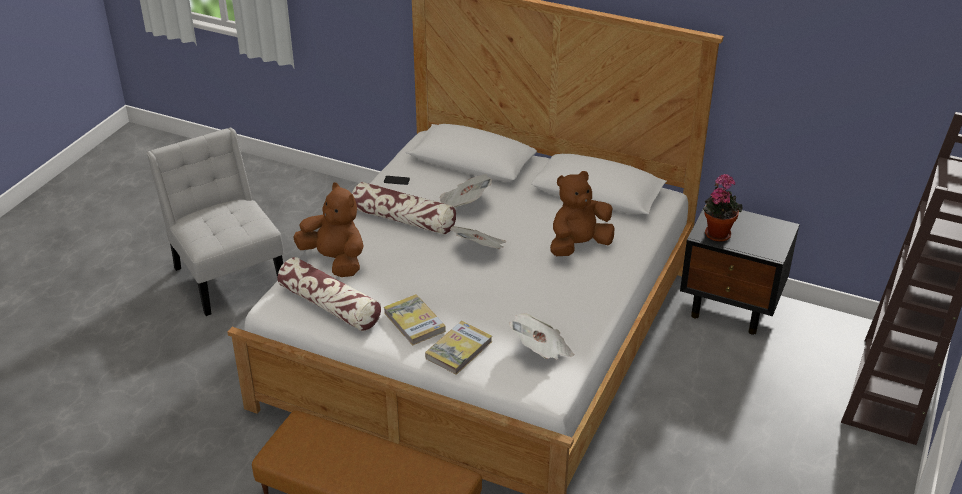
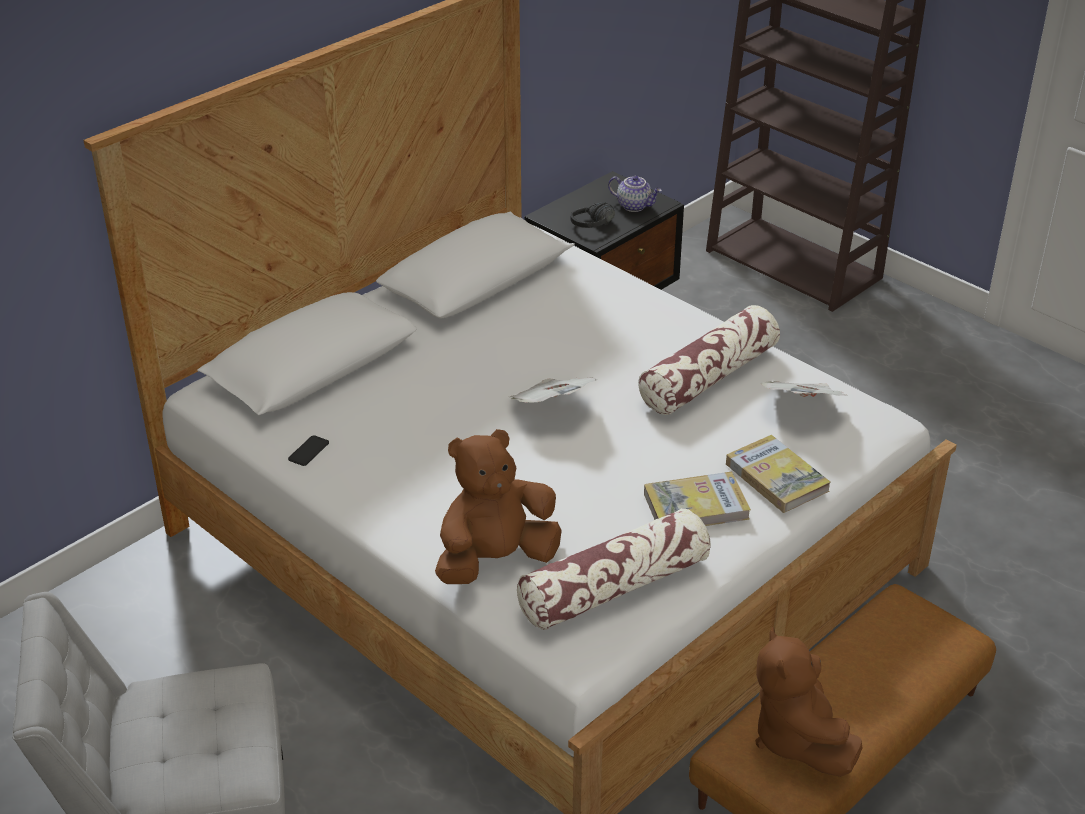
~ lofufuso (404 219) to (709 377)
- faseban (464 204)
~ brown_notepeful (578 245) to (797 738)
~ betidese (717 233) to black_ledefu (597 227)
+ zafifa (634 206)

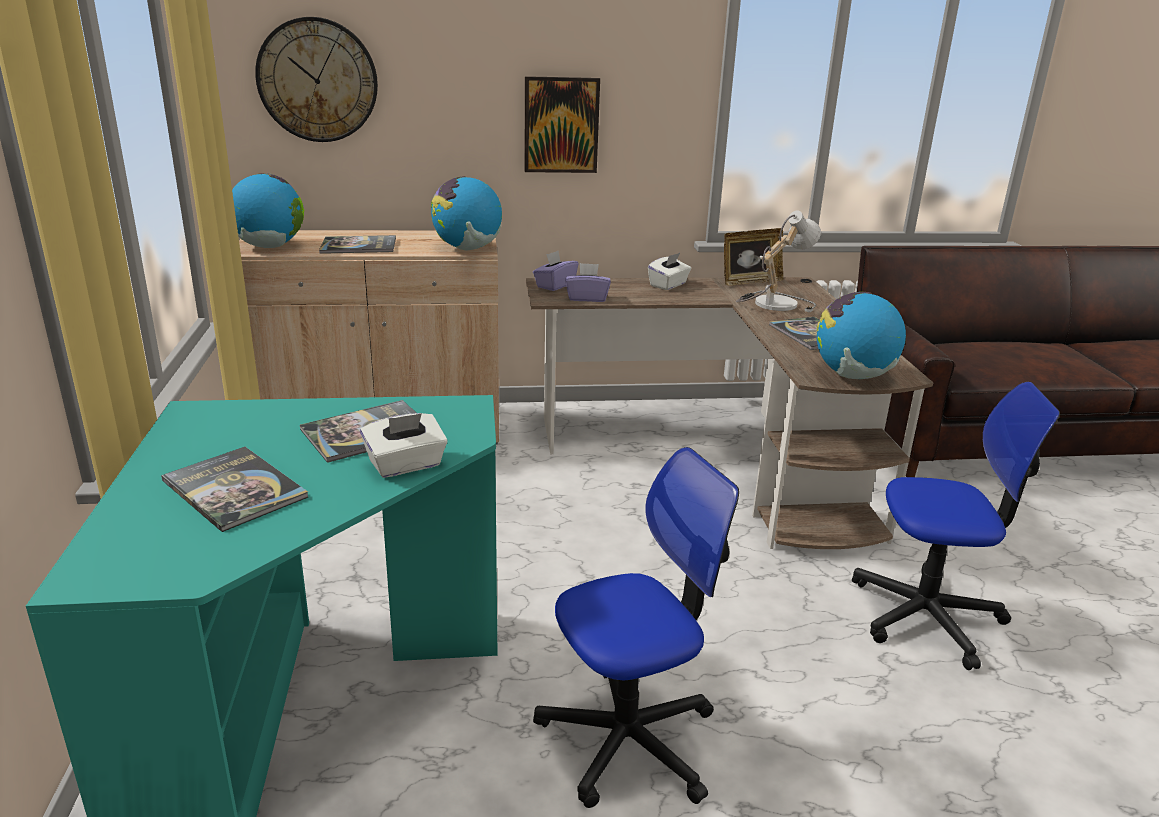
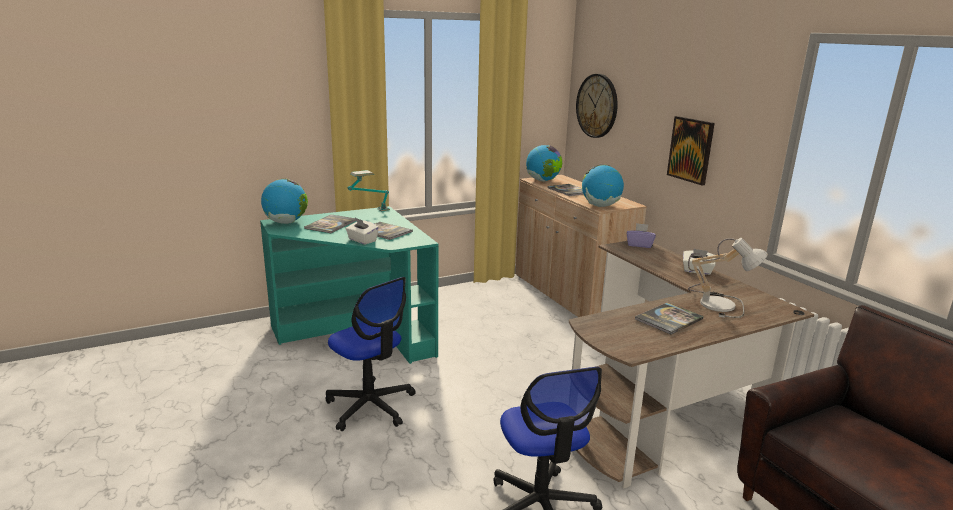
- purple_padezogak (587 298)
- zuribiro (750 281)
~ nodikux (853 376) to (286 222)
+ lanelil (369 211)

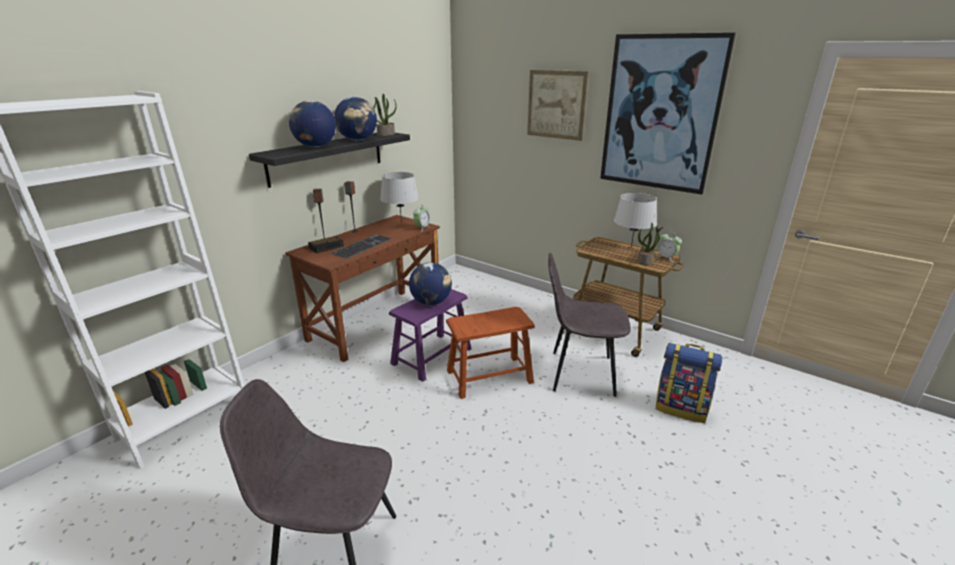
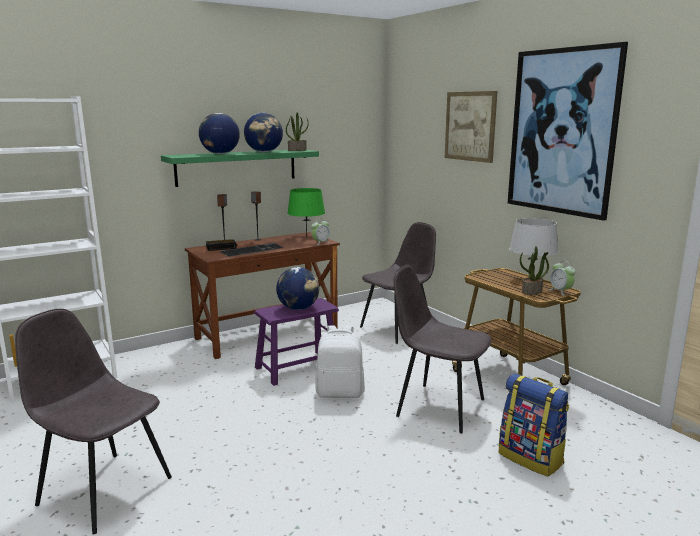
~ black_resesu (327 157) to green_resesu (237 167)
~ grey_lanelil (401 222) to green_lanelil (306 237)
~ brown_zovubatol (489 376) to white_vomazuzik (340 393)
+ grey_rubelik (398 329)

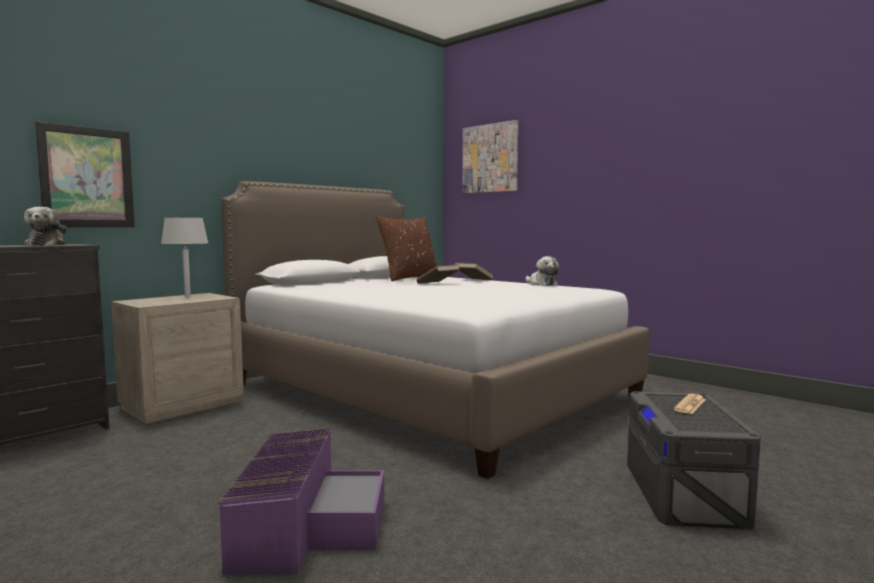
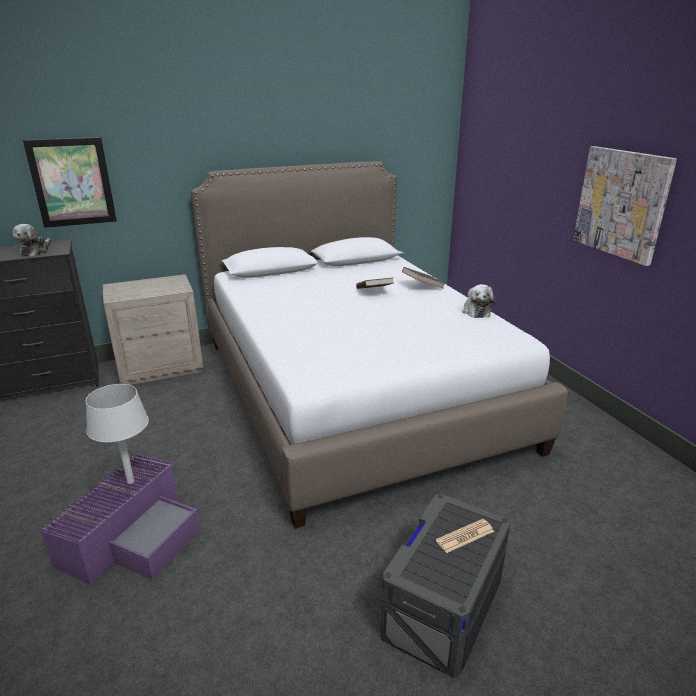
~ grey_lanelil (187 296) to (130 481)
- brown_lofufuso (409 278)
~ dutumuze (490 158) to (621 203)

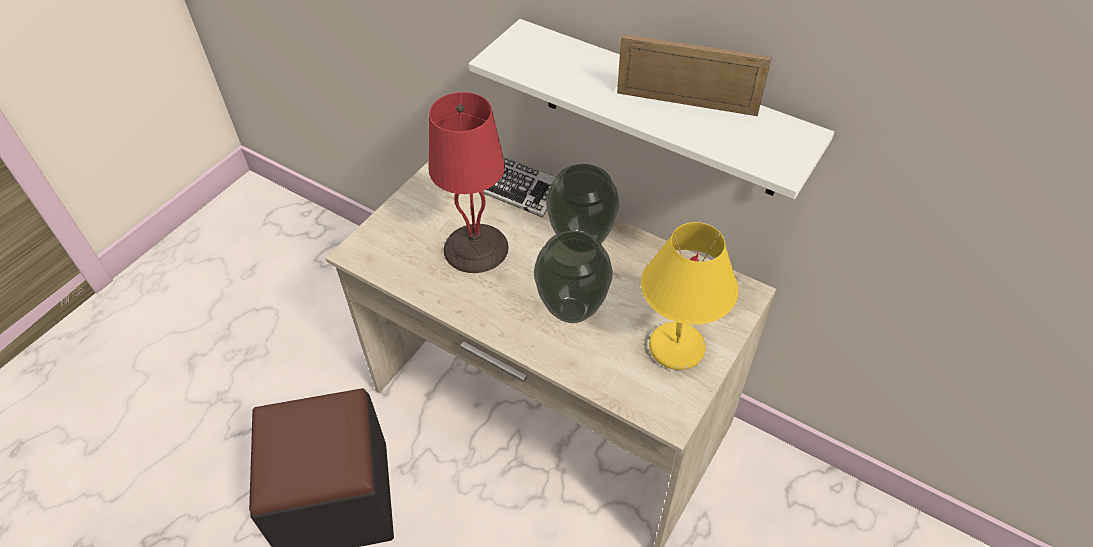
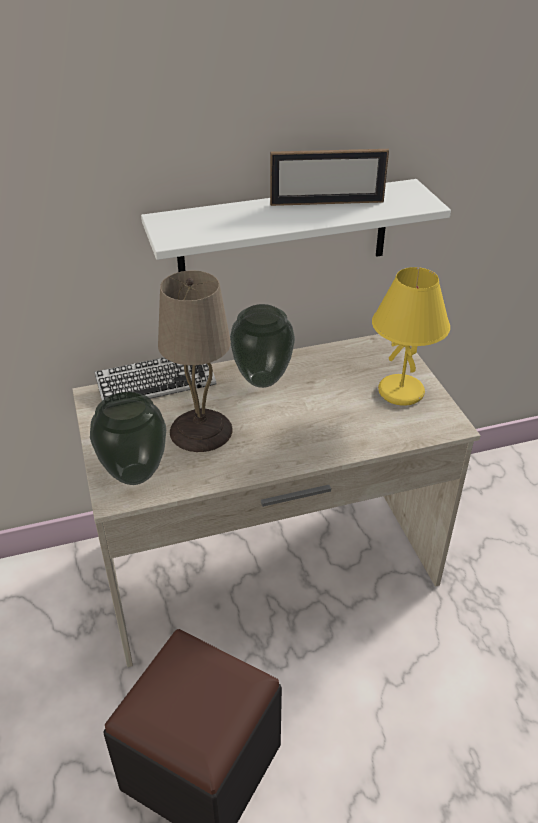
~ red_lanelil (475 249) to beige_lanelil (201 431)
~ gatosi (571 309) to (134 474)
~ zuribiro (686 103) = (327 203) 150 degrees counterclockwise

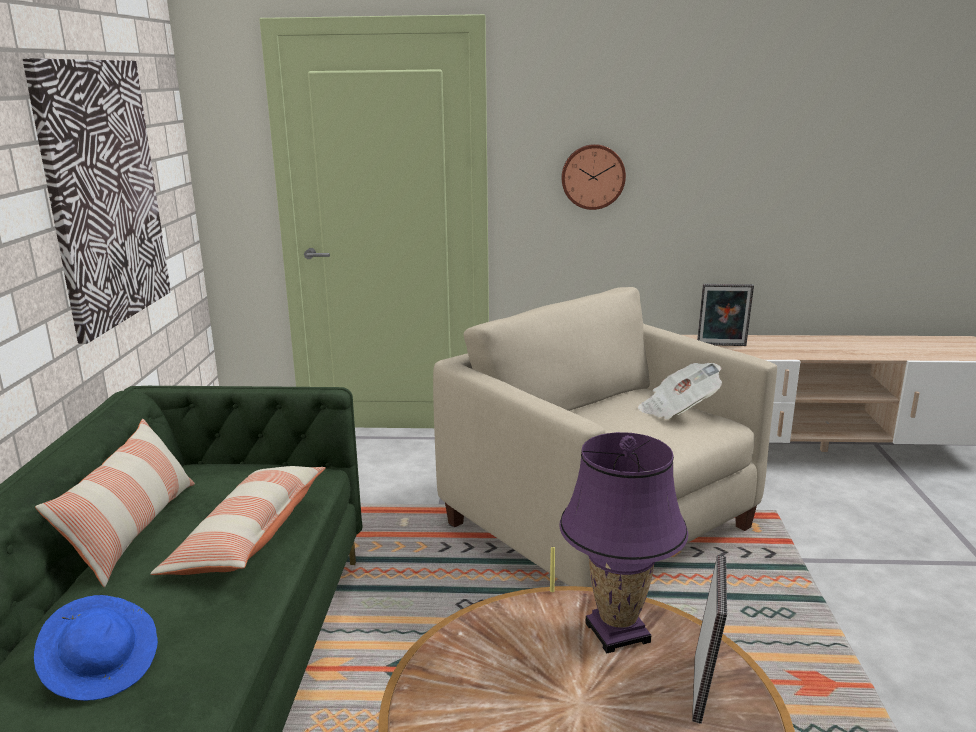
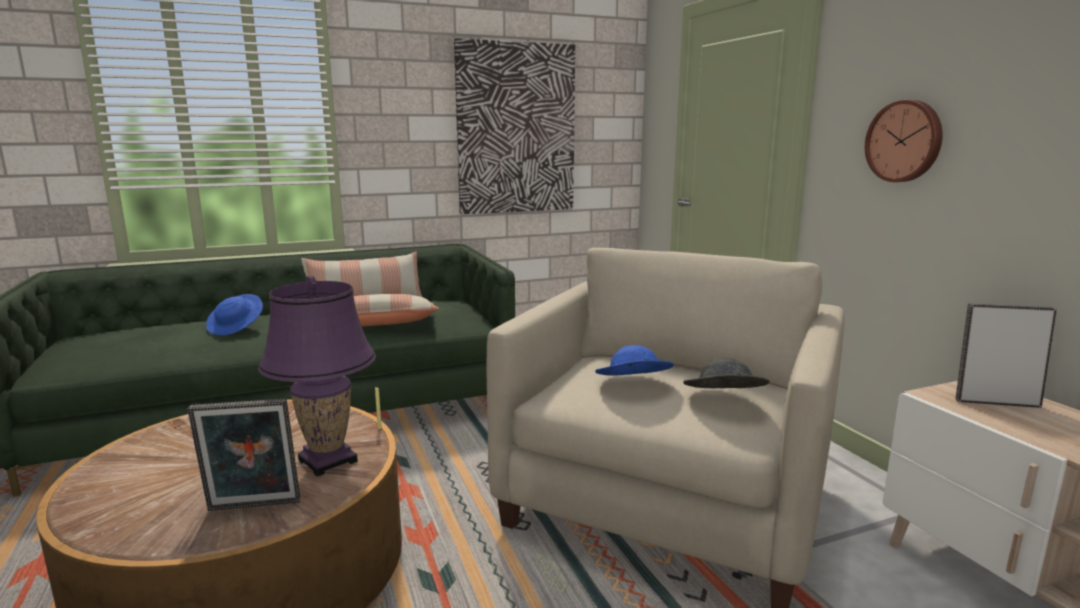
~ faseban (678 410) to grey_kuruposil (723 401)
~ zuribiro (722 346) = (995 402) 120 degrees clockwise
+ blue_kuruposil (633 386)

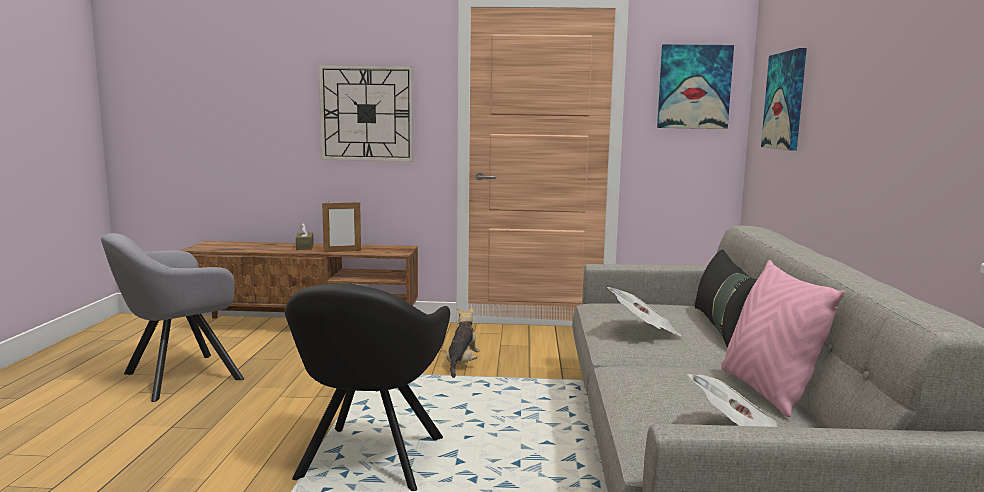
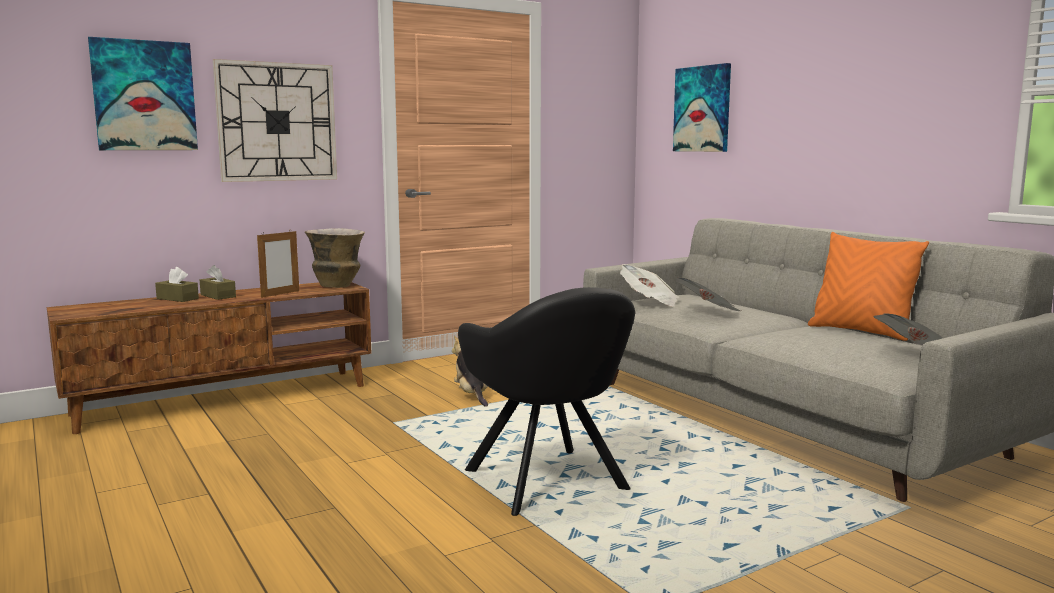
- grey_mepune (175 378)
~ dutumuze (694 87) to (144 96)
- black_lofufuso (724 329)
~ pink_lofufuso (767 391) to orange_lofufuso (860 332)
+ brown_padezogak (177 298)
+ gatosi (337 286)
+ faseban (649 302)

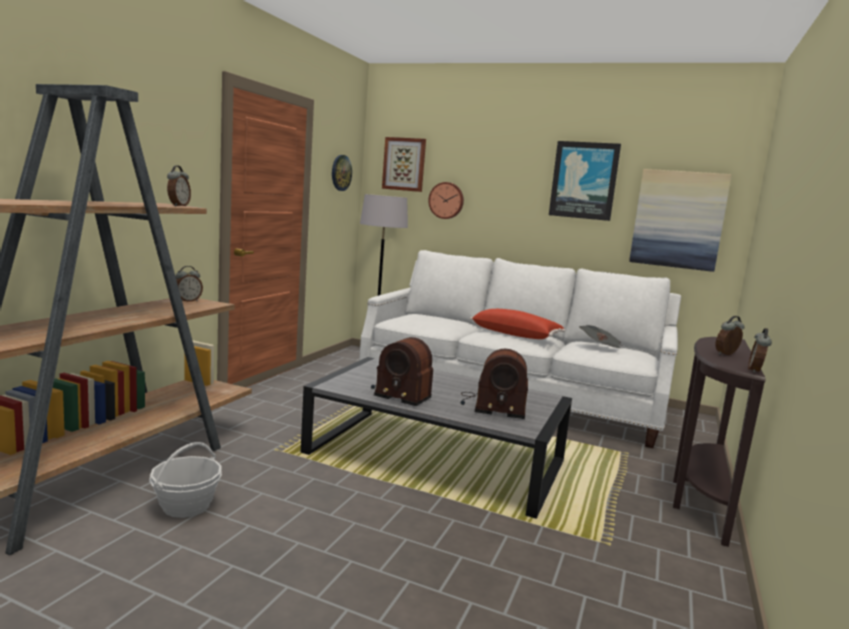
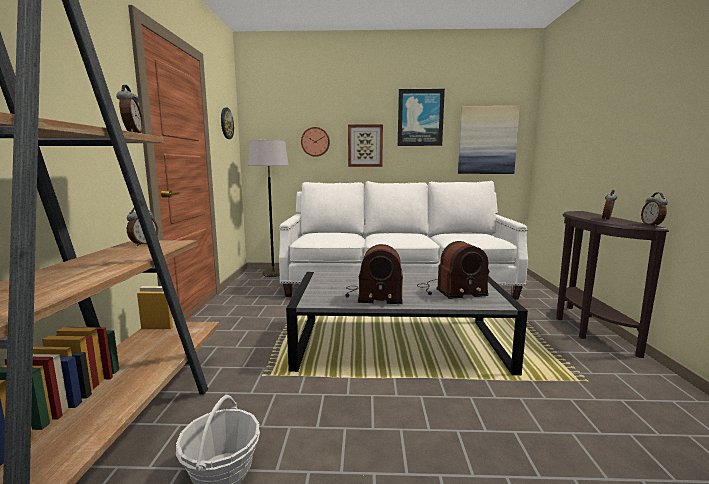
~ dutumuze (404 164) to (365 146)
- red_lofufuso (516 335)
- faseban (600 349)

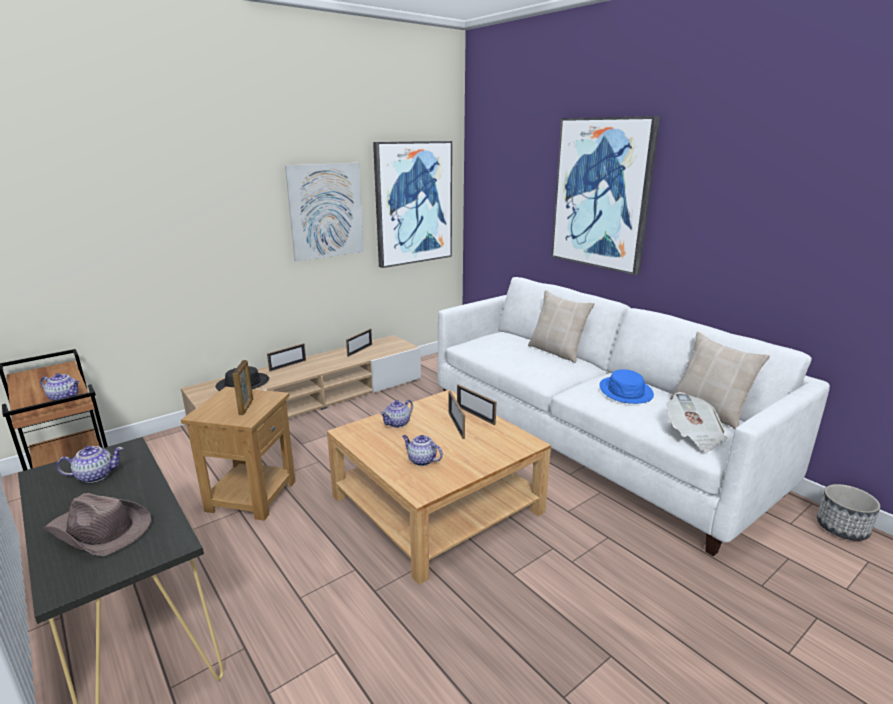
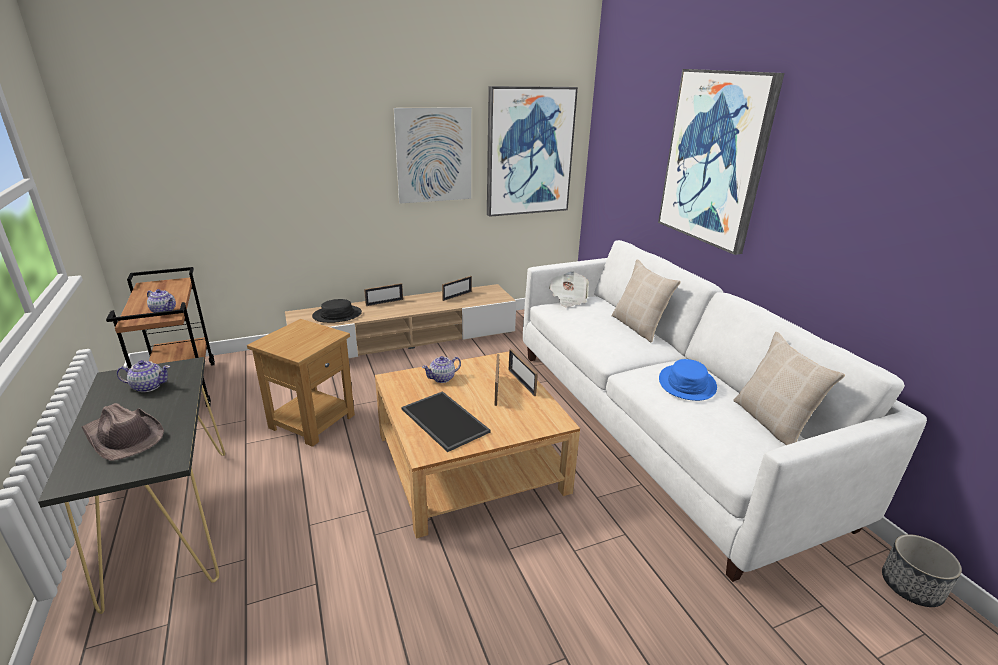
- zuribiro (246 407)
~ zafifa (421 460) to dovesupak (443 420)
~ faseban (693 435) to (568 299)

